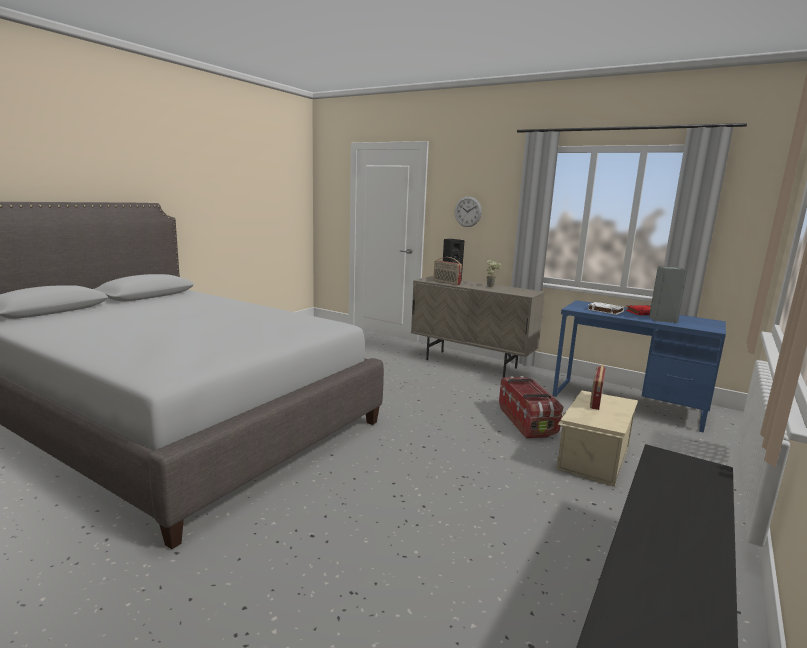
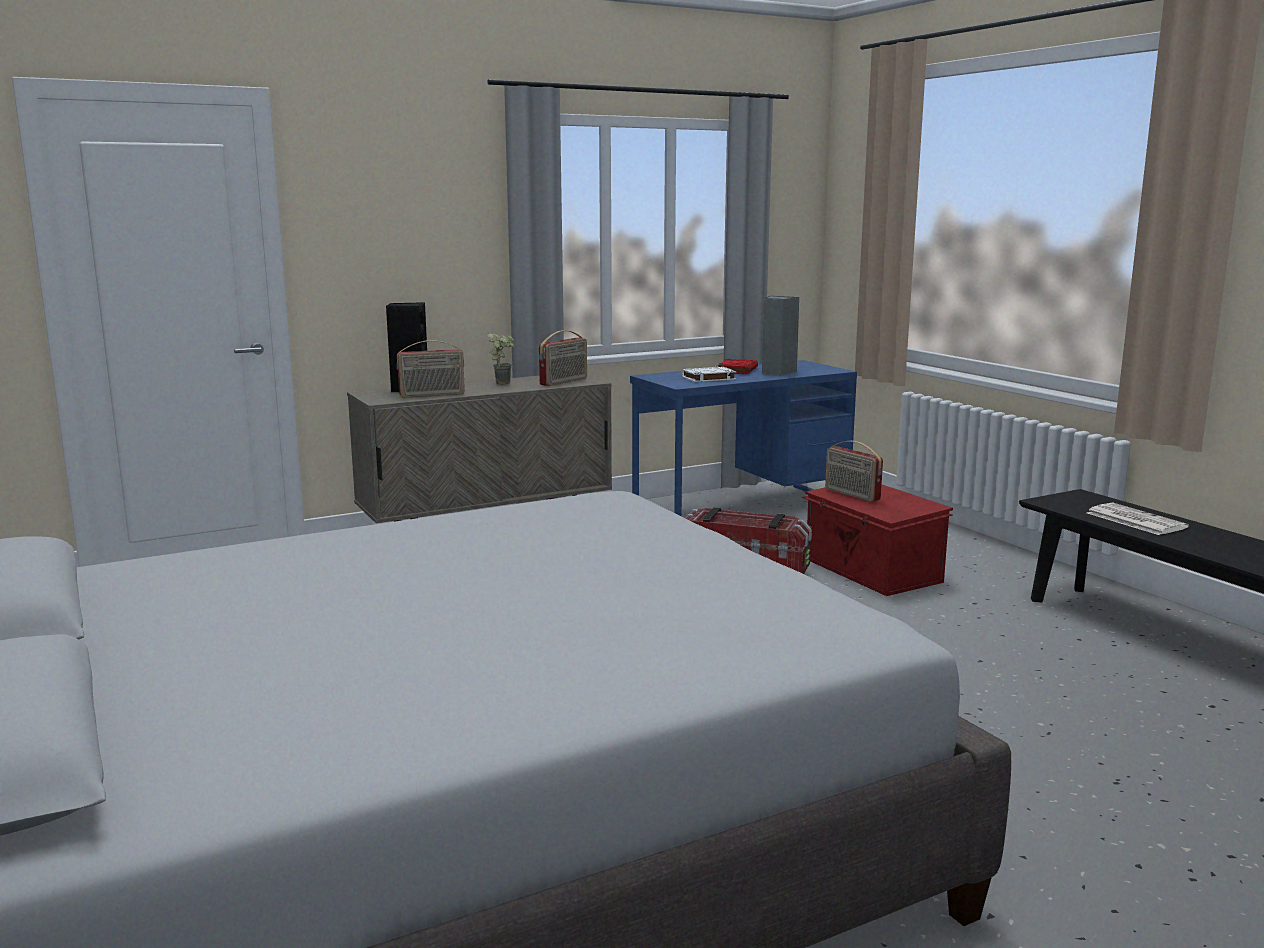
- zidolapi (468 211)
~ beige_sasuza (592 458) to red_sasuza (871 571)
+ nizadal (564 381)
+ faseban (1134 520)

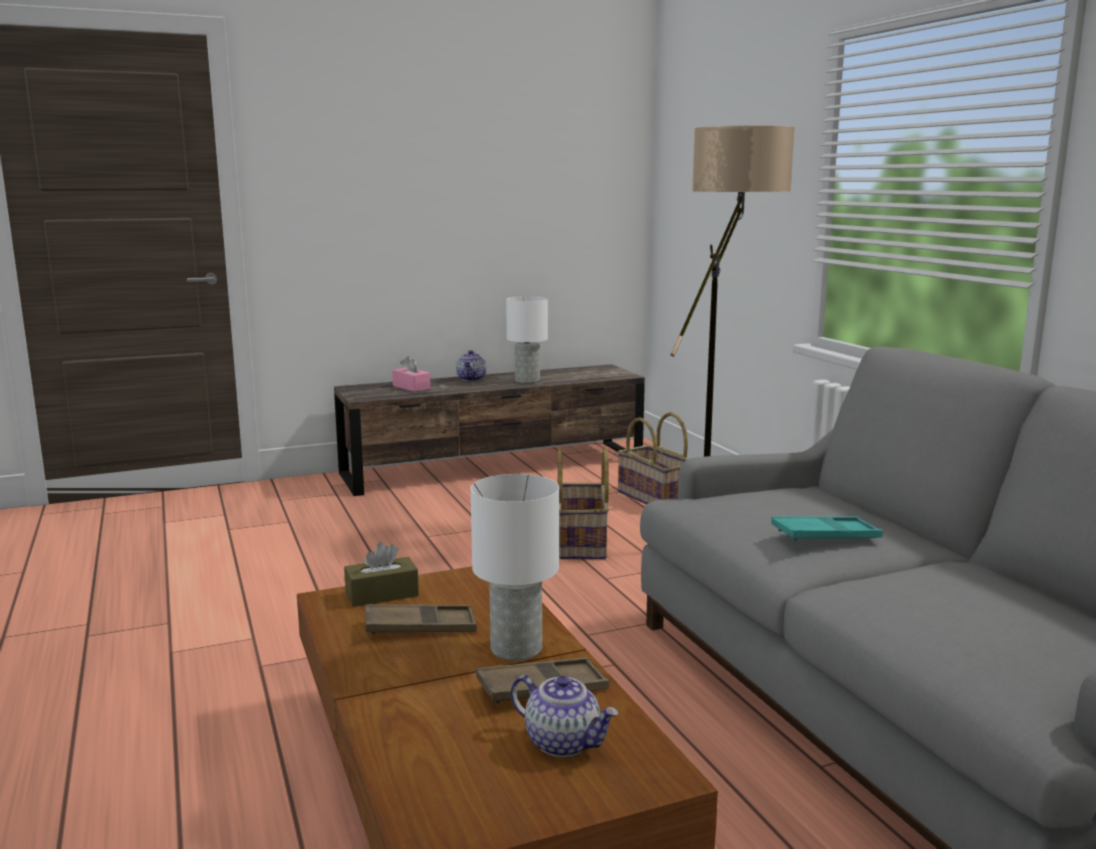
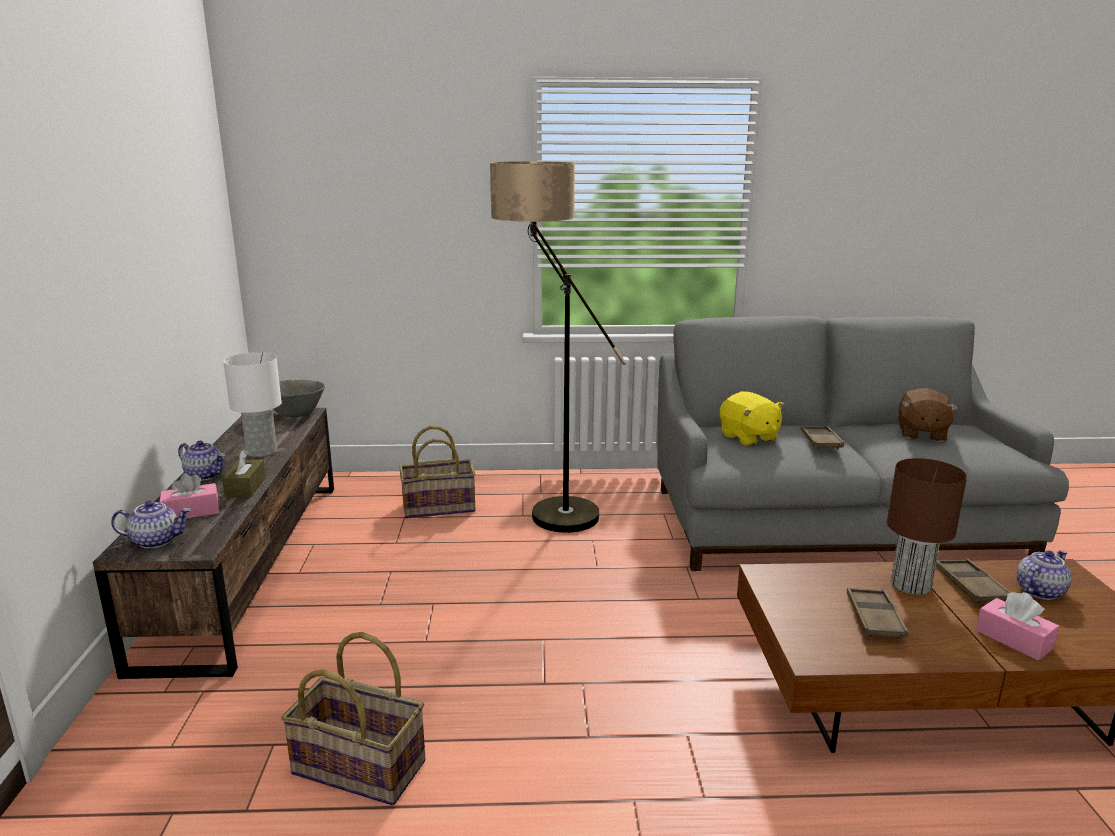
~ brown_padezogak (382 594) to (245 487)
~ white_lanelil (514 649) to brown_lanelil (911 586)
~ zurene (582 543) to (361 766)
~ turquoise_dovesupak (825 536) to brown_dovesupak (820 441)
+ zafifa (156 541)
+ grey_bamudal (295 415)
+ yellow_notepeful (748 438)
+ brown_notepeful (921 434)
+ pink_padezogak (1013 639)

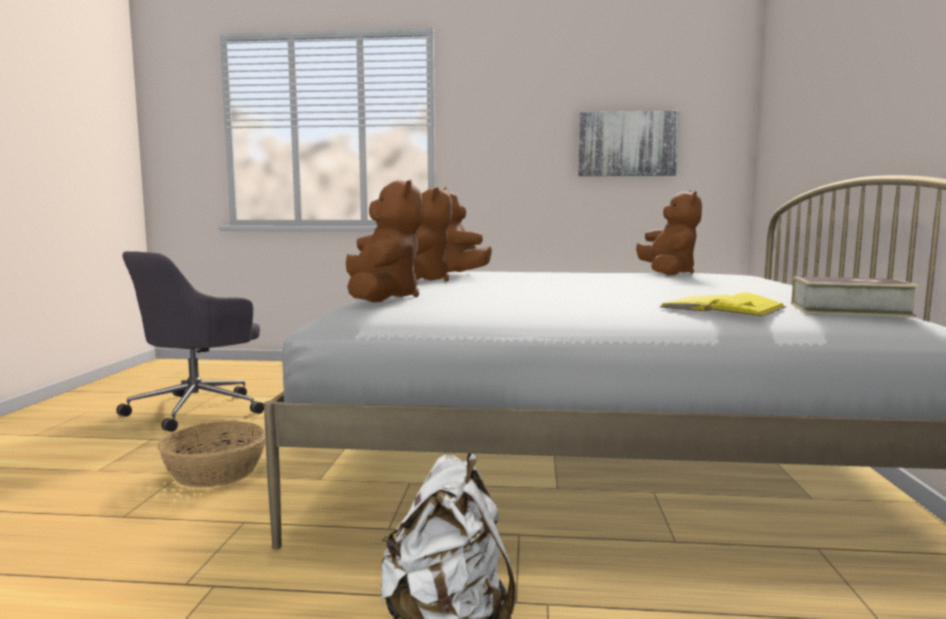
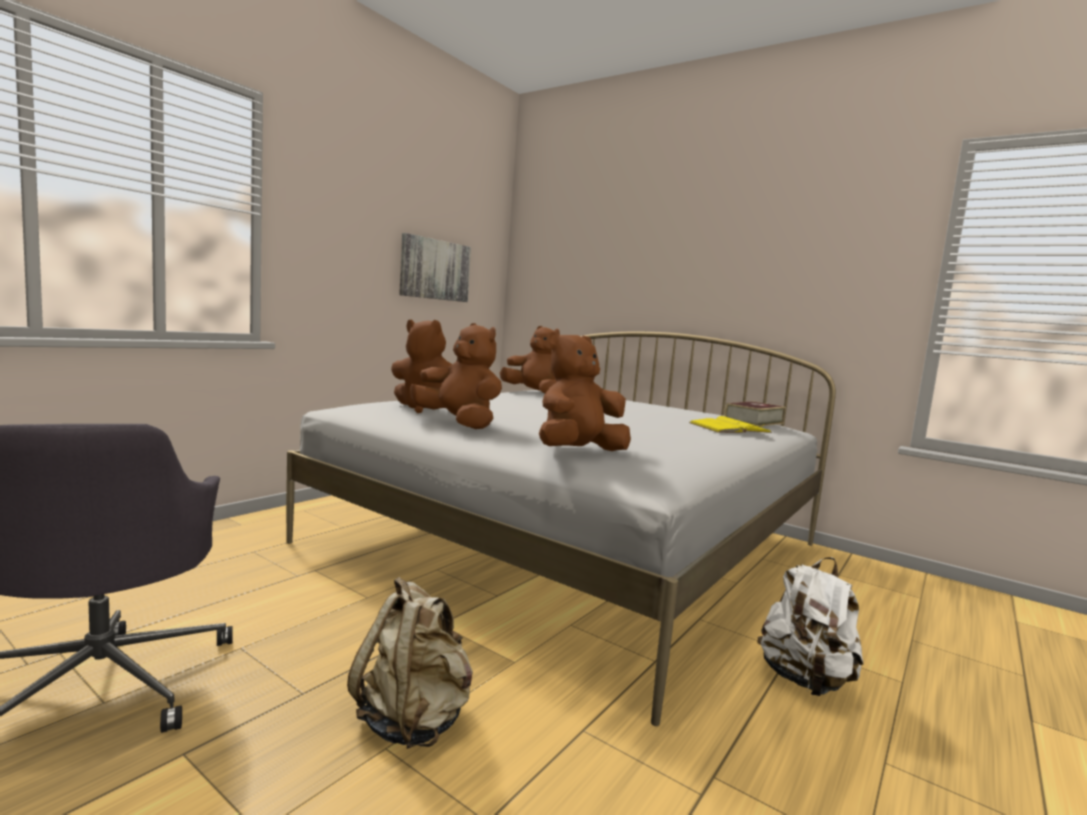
~ zurene (215 472) to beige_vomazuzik (413 720)
~ brown_notepeful (382 298) = (578 452) 60 degrees counterclockwise

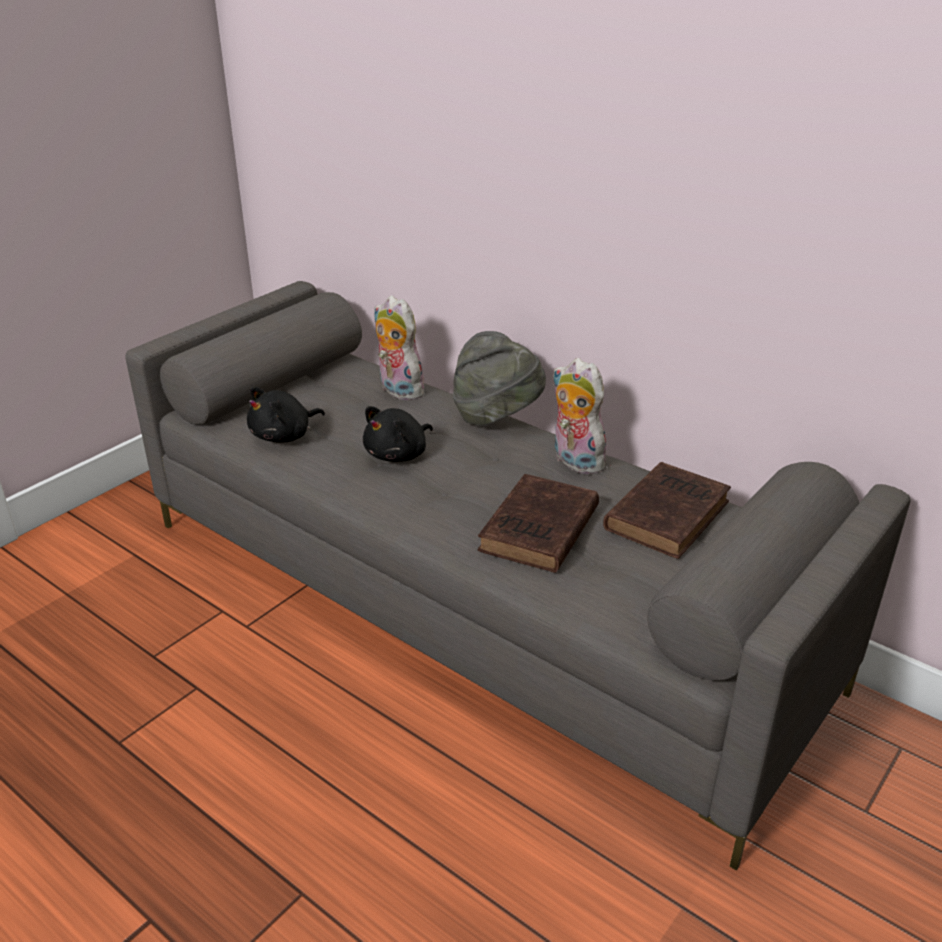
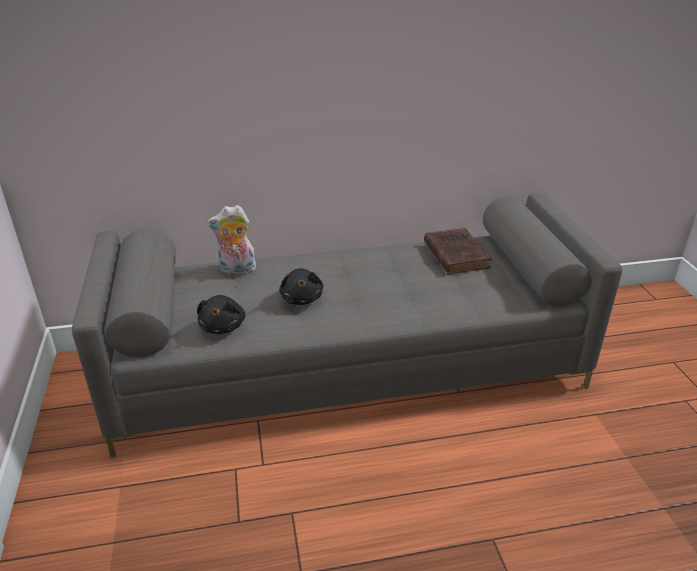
- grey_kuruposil (497 417)
- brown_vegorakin (538 531)
- notepeful (574 461)

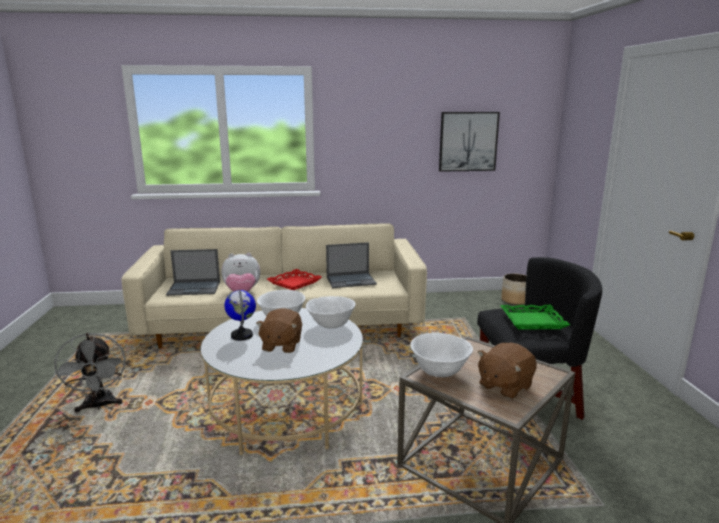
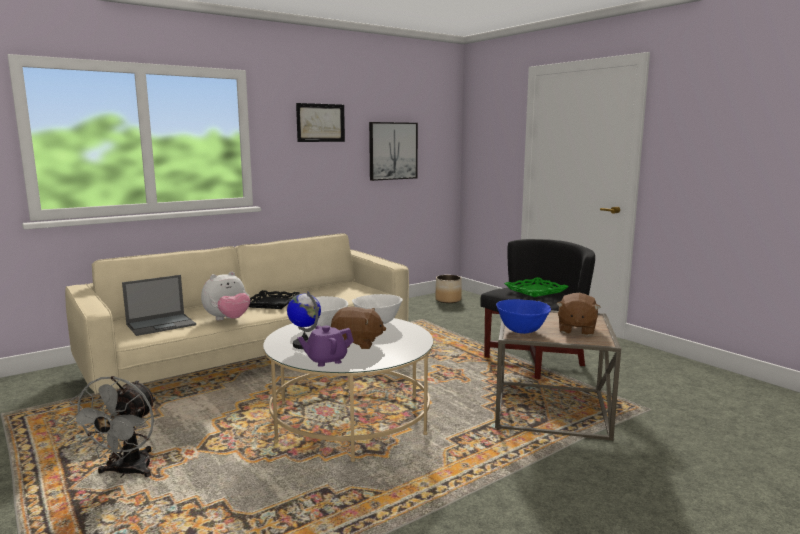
~ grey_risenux (99 406) = (127 472) 60 degrees clockwise
~ brown_notepeful (281 345) = (357 344) 60 degrees counterclockwise
~ red_dovesupak (294 283) to black_dovesupak (272 303)
- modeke (351 280)
~ white_bamudal (439 372) to blue_bamudal (521 331)
+ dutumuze (320 123)
+ purple_zafifa (326 360)

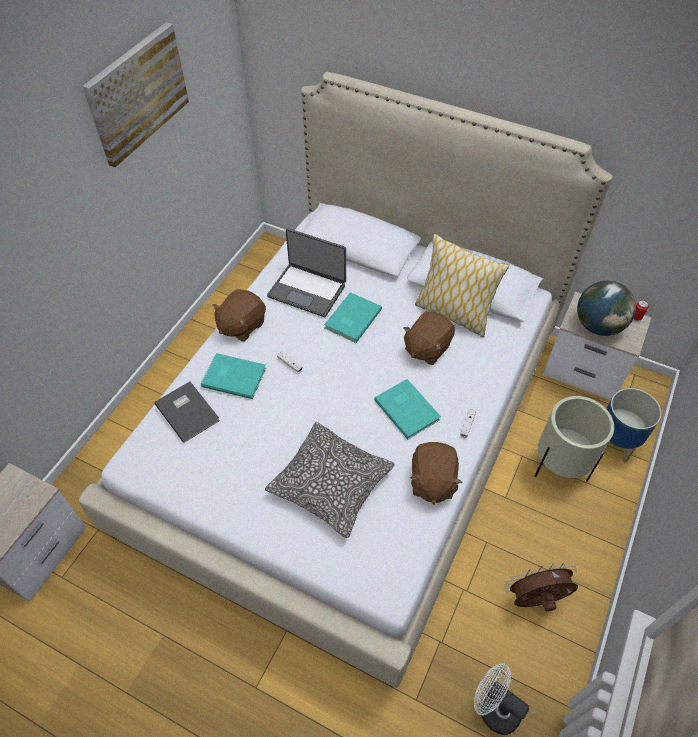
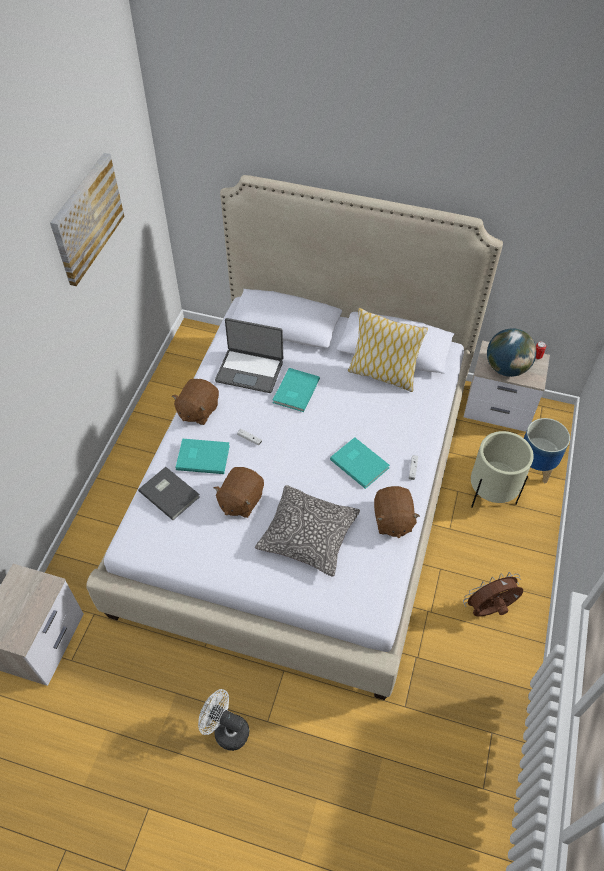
~ brown_notepeful (426 348) to (240 501)
~ white_risenux (494 708) to (226 730)

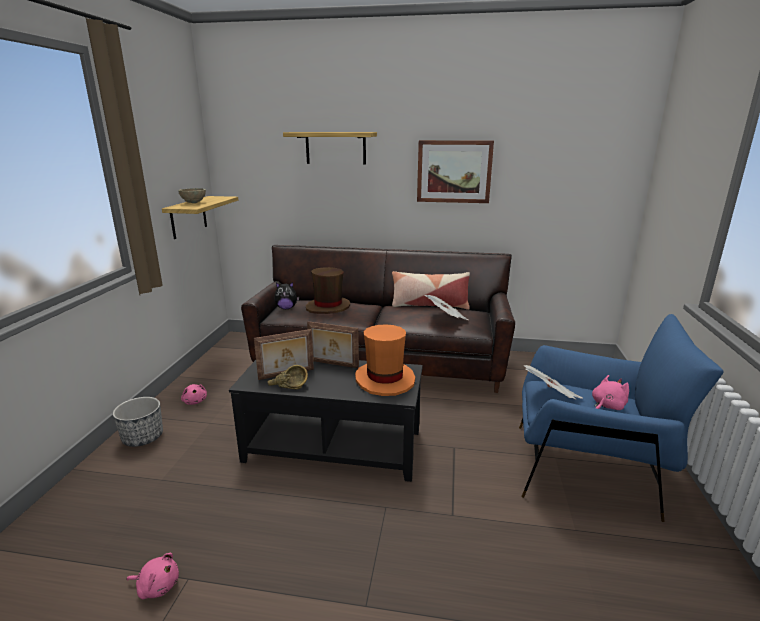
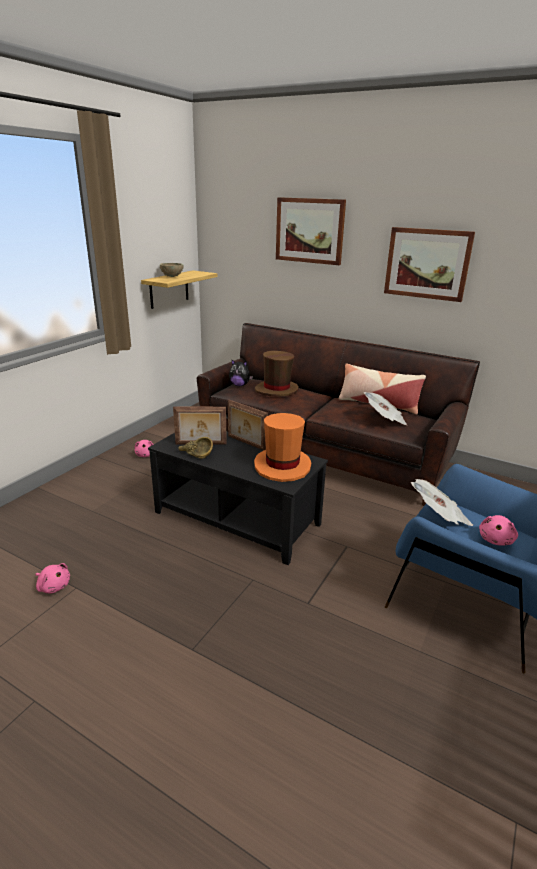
- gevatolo (143 437)
~ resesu (335 148) to dutumuze (309 231)
~ pink_notepeful (607 406) = (496 539) 135 degrees clockwise

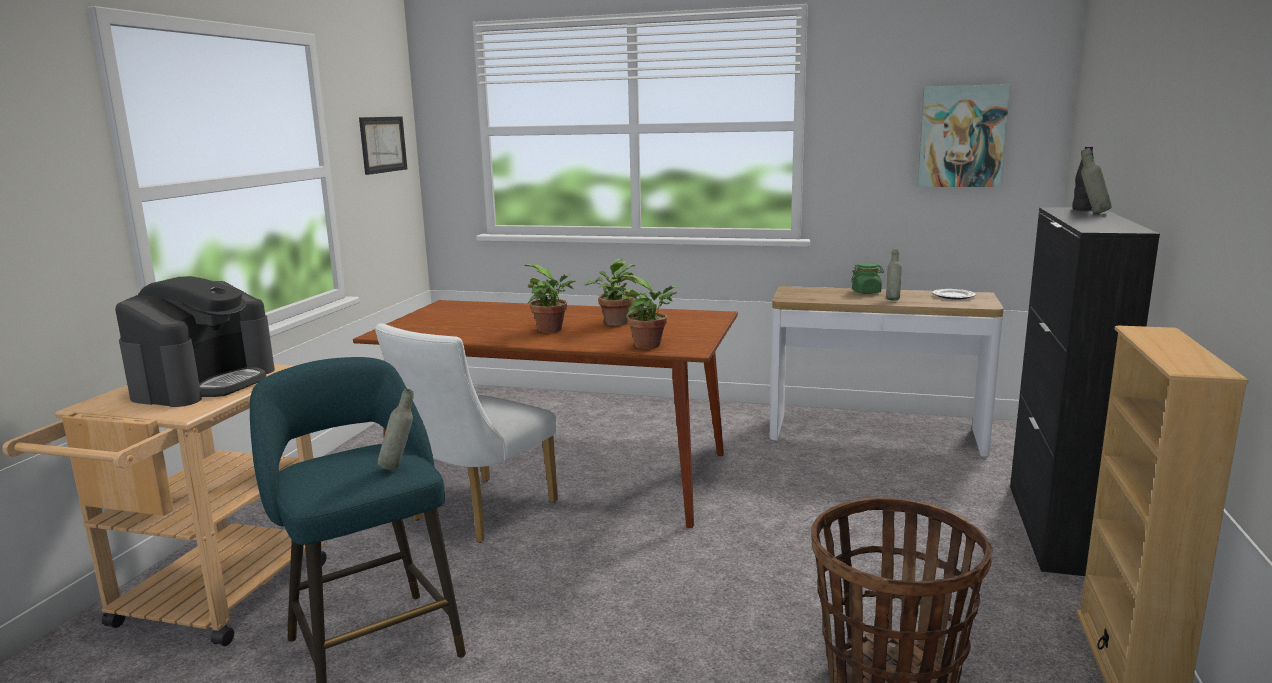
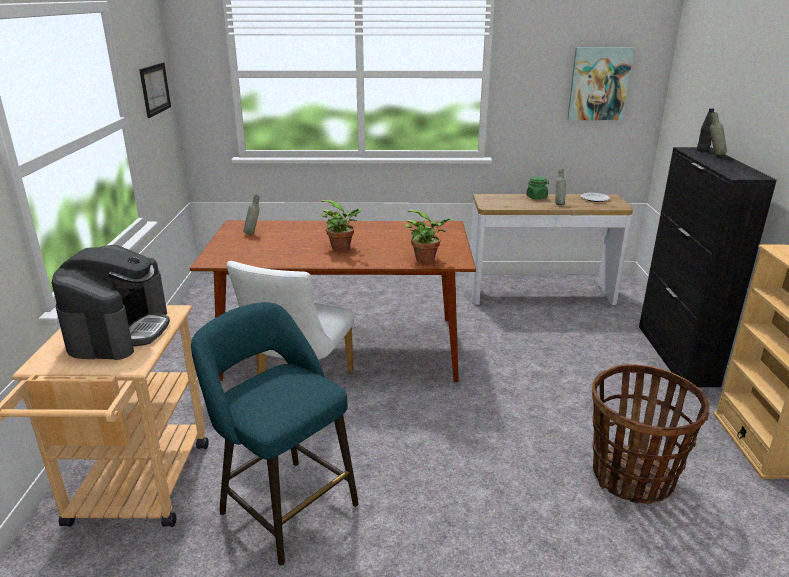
~ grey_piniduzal (399 467) to (253 233)
- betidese (615 322)

